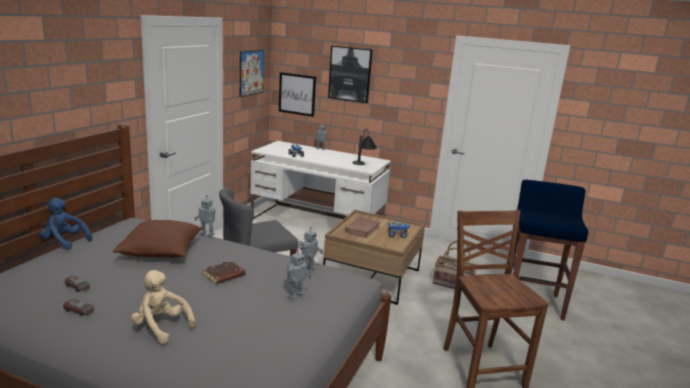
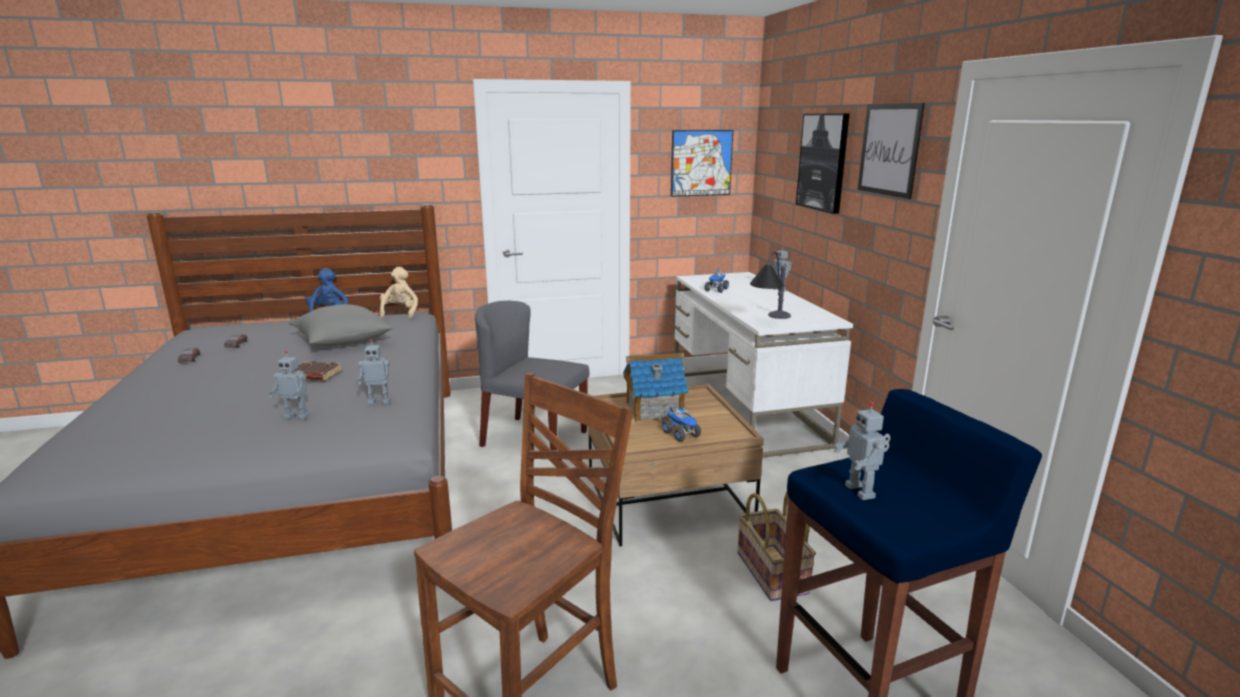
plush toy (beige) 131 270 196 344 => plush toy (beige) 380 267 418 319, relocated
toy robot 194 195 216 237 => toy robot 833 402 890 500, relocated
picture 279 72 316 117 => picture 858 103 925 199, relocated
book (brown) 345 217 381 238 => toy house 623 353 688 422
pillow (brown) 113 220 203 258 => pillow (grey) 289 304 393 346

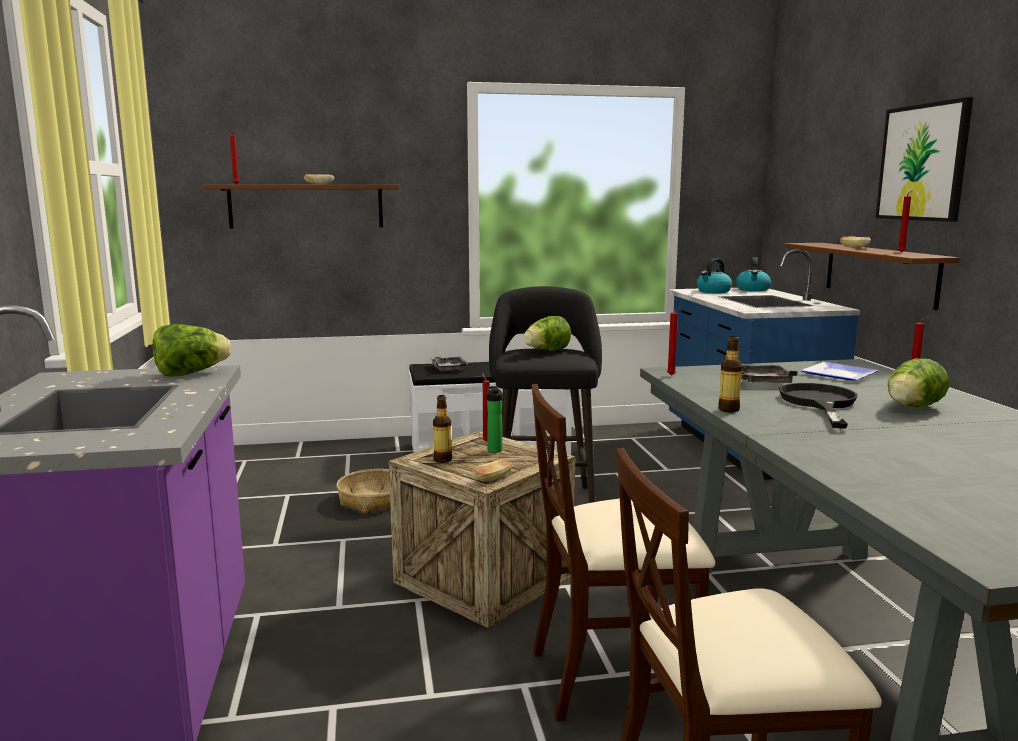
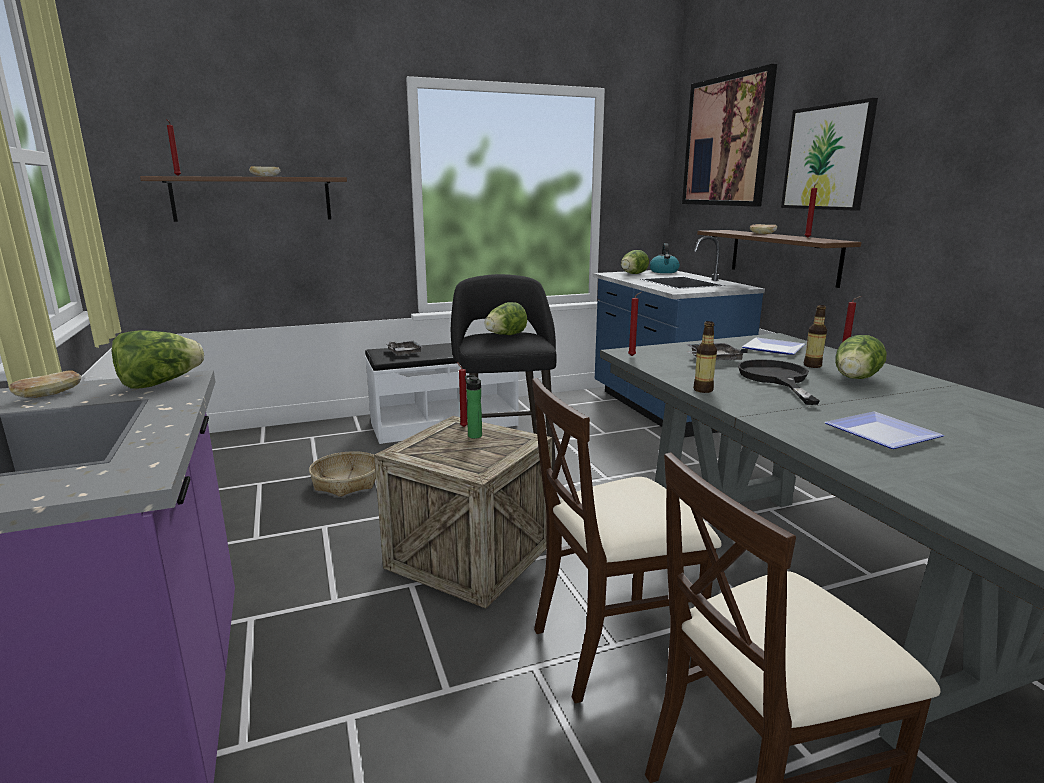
nothing => picture 682 64 777 207
nothing => plate 825 412 944 449
bottle 433 395 452 463 => bottle 804 305 827 368, relocated
bread 472 459 513 482 => bread 9 371 81 398, relocated
kettle 697 258 732 293 => lettuce 621 250 649 274

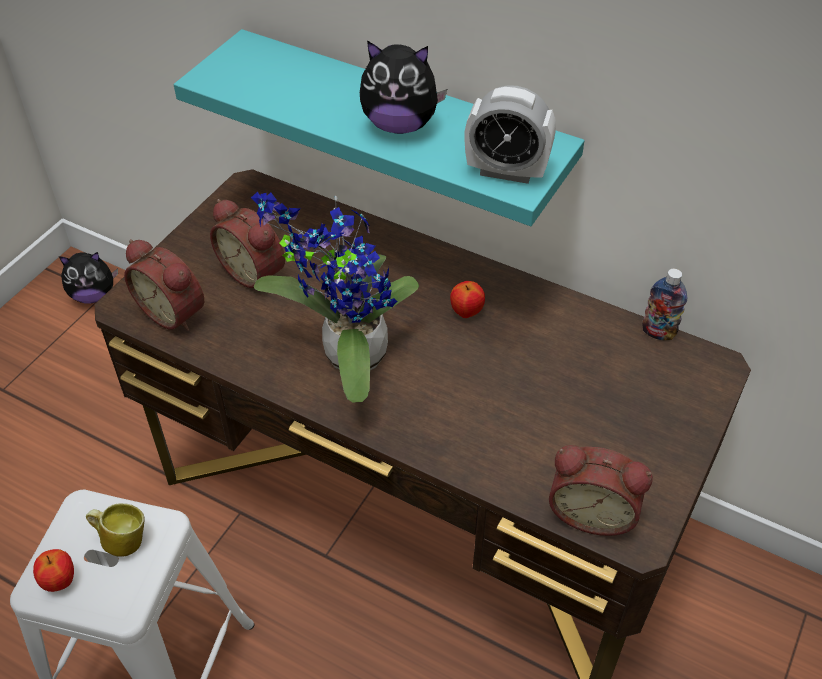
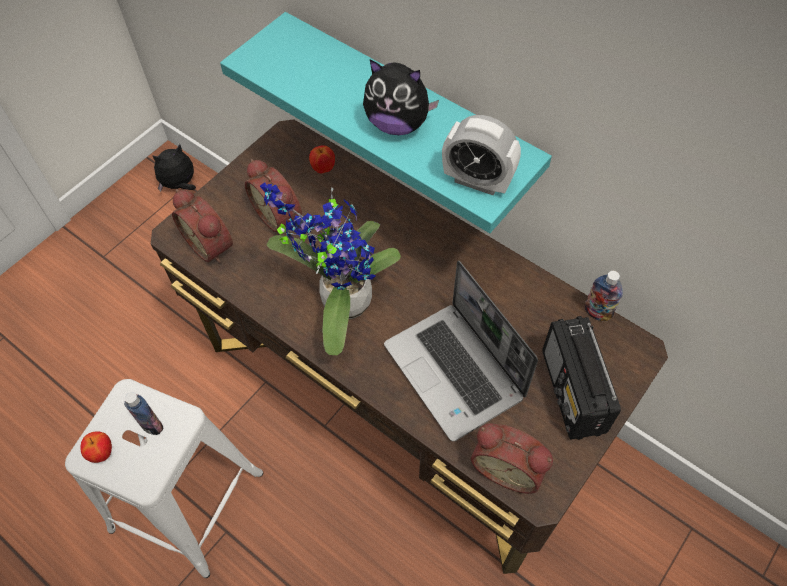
nothing => laptop 384 260 538 441
nothing => radio 542 316 621 440
apple 450 281 485 318 => apple 309 145 335 173, relocated
mug 86 503 145 557 => bottle 124 392 164 435
plush toy 59 252 118 303 => plush toy 152 144 196 192, 150 degrees clockwise

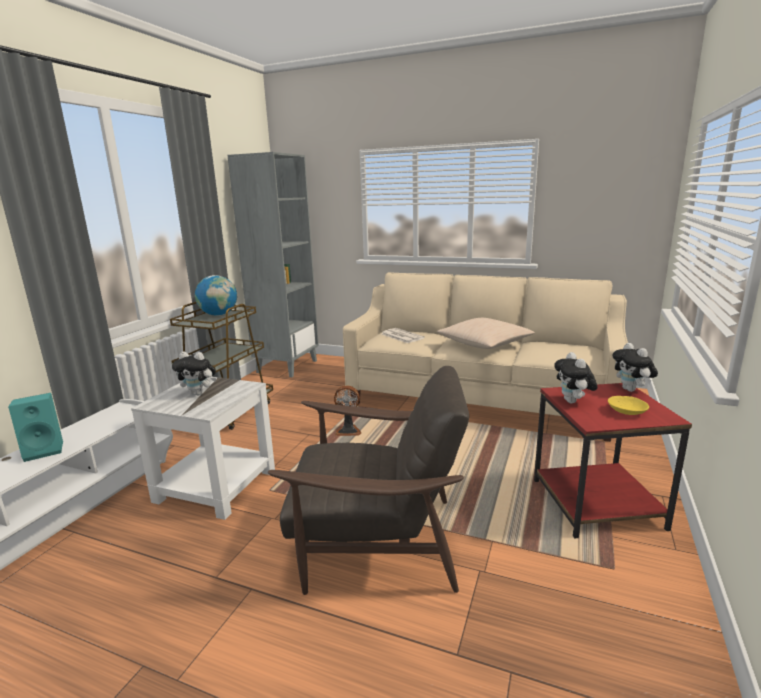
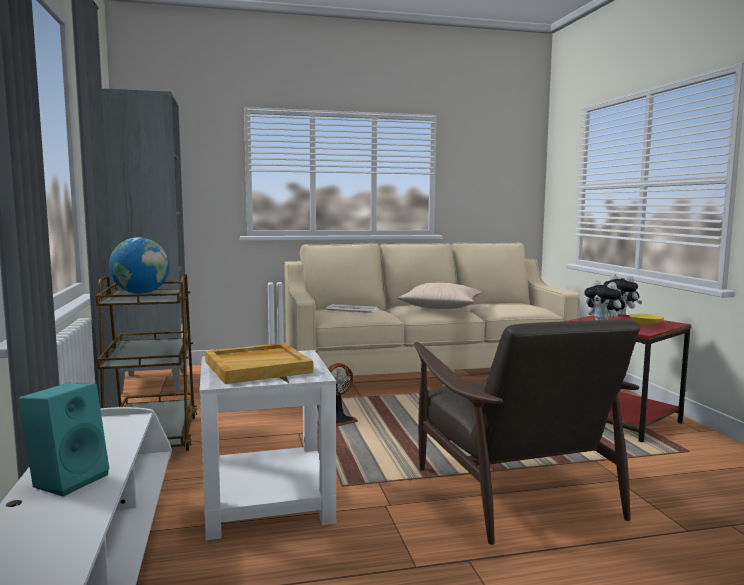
plush toy 172 352 216 395 => tray (beige) 205 343 313 384
armchair (brown) 268 366 469 595 => armchair (brown) 414 319 640 545, 105 degrees clockwise

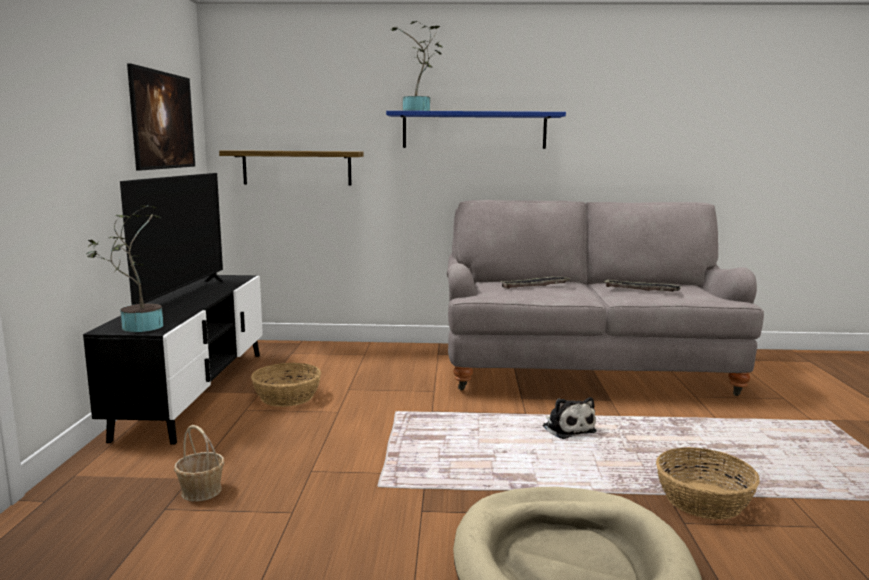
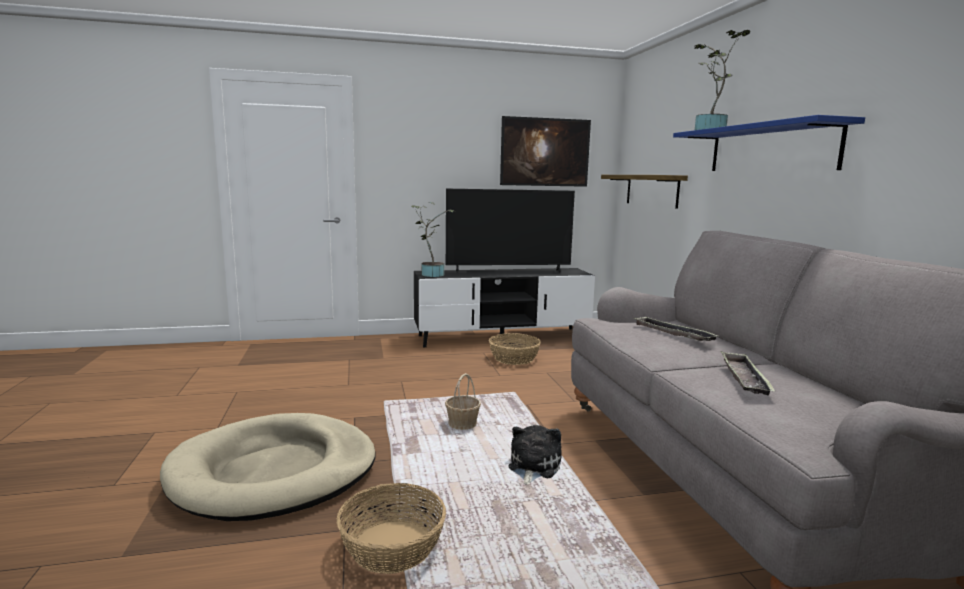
basket 174 425 224 501 => basket 445 373 481 430, relocated
plush toy 543 397 597 439 => plush toy 508 425 562 486, 150 degrees clockwise

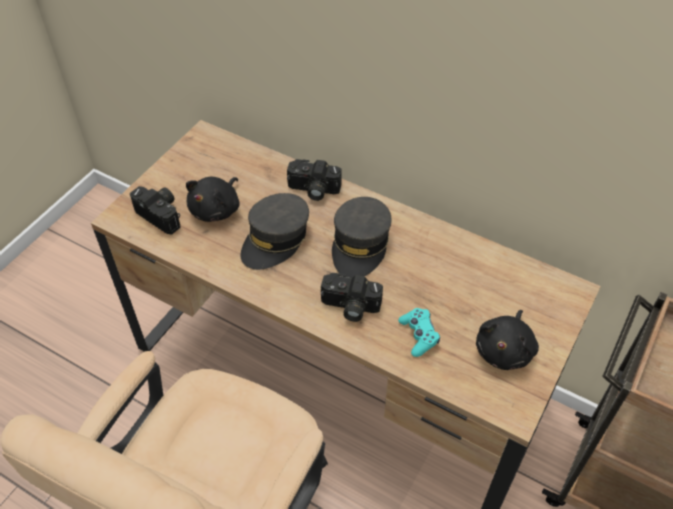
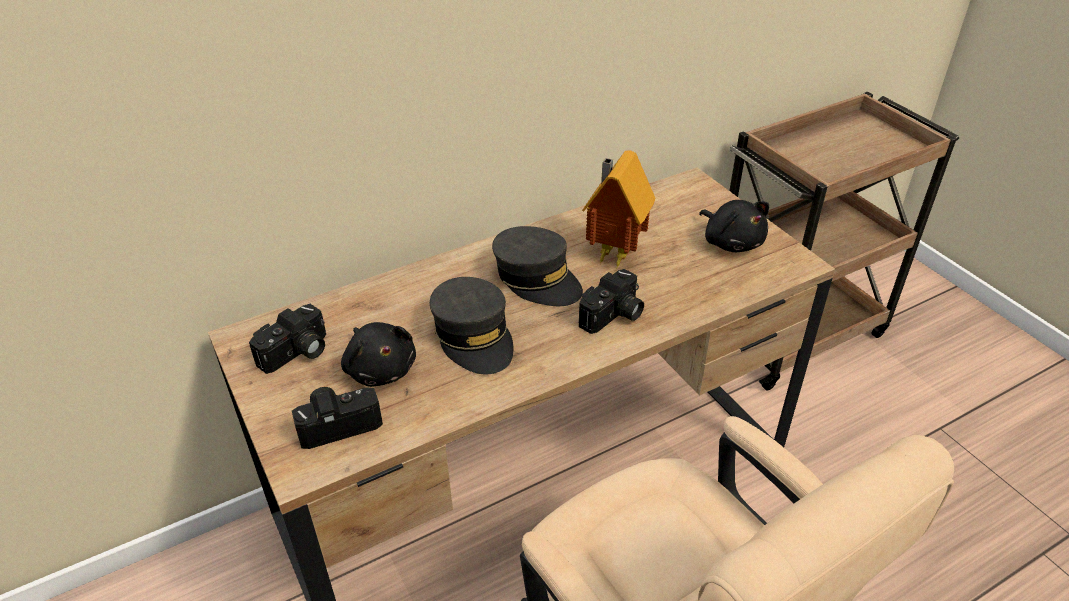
game controller (turquoise) 398 308 440 357 => nothing
nothing => toy house 582 150 655 267
photo camera 287 159 342 201 => photo camera 249 304 326 374, relocated

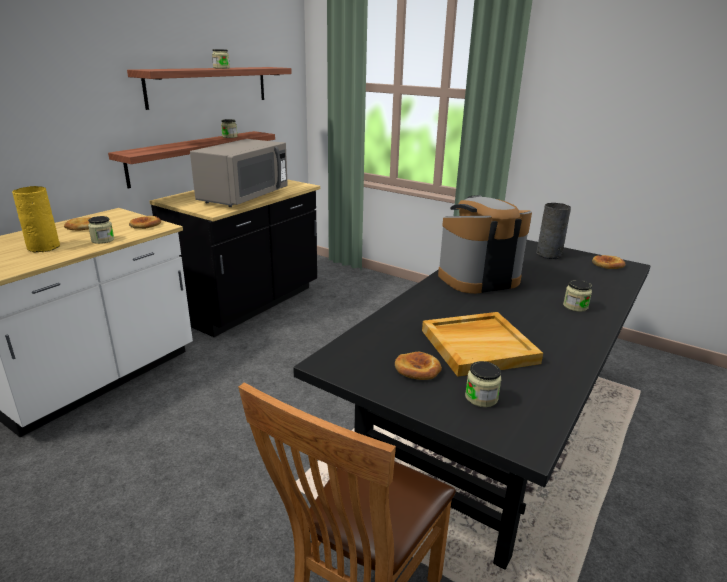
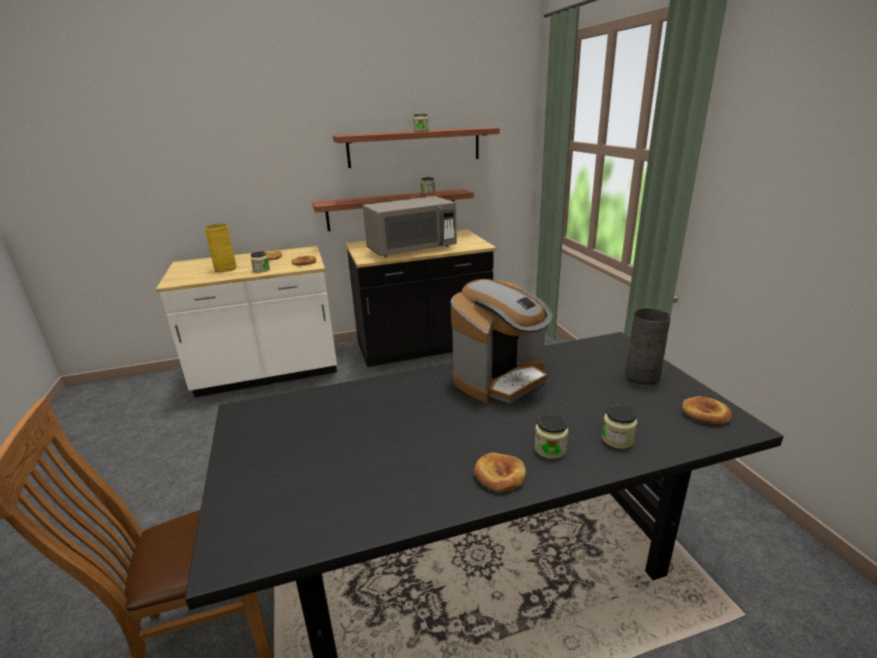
tray (beige) 422 312 543 377 => nothing
bread 395 352 442 380 => bread 474 452 527 492, relocated
jar 465 361 501 407 => jar 602 405 637 449, relocated
coffee machine 438 195 532 294 => coffee machine 451 279 553 403, 120 degrees clockwise

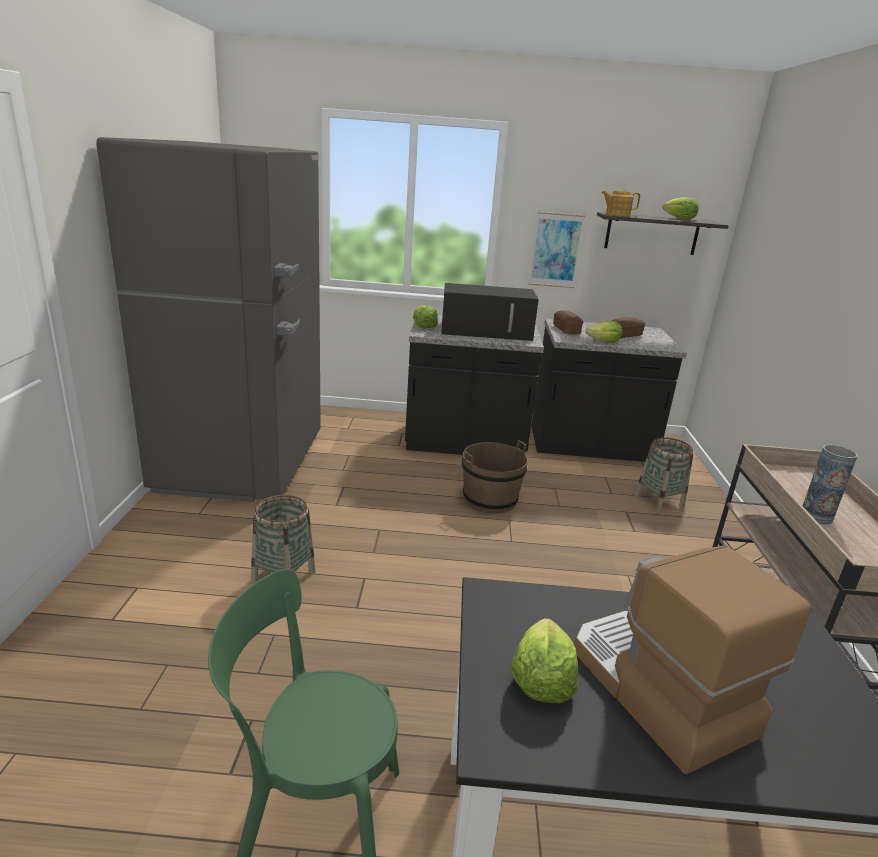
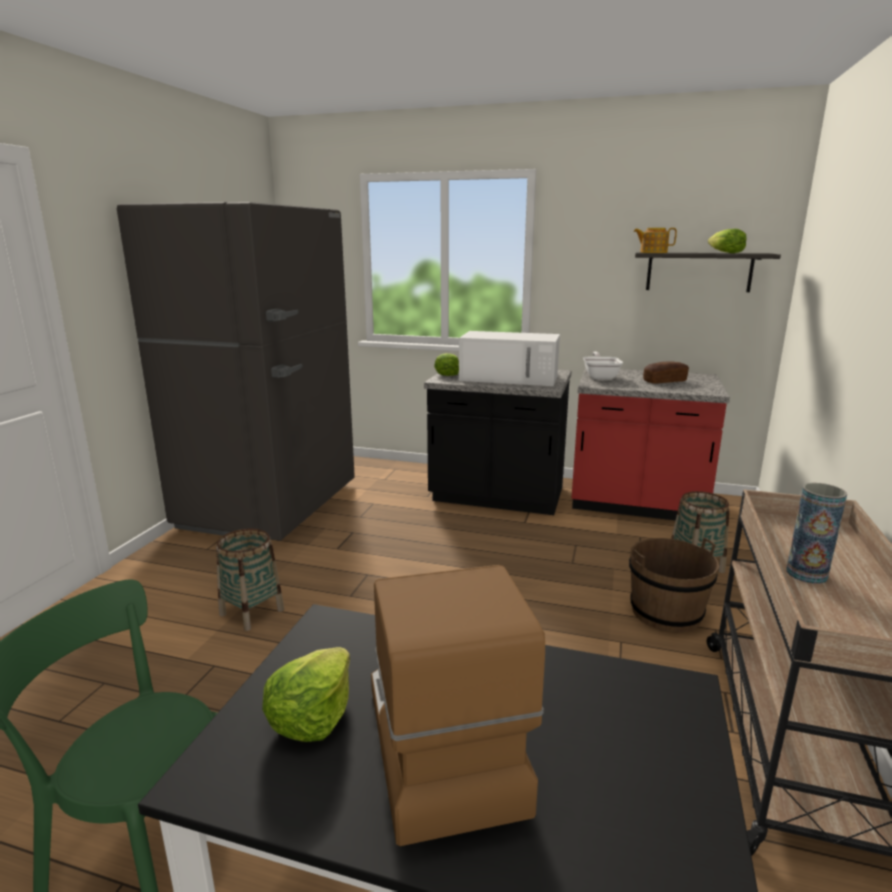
picture 529 212 585 288 => nothing
lettuce 585 321 622 343 => nothing
bucket (brown) 462 440 528 514 => bucket (brown) 629 537 719 632, relocated
bread 553 310 583 334 => frying pan 583 352 623 380
microwave (black) 441 283 539 341 => microwave (white) 459 331 560 386
counter (black) 532 319 687 462 => counter (red) 572 368 730 520

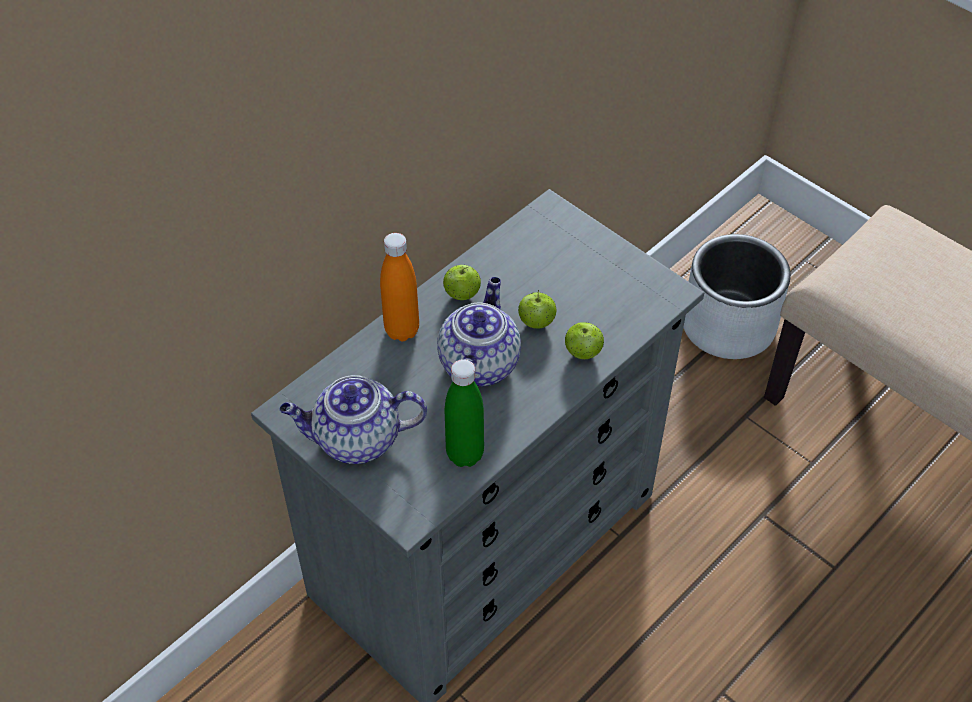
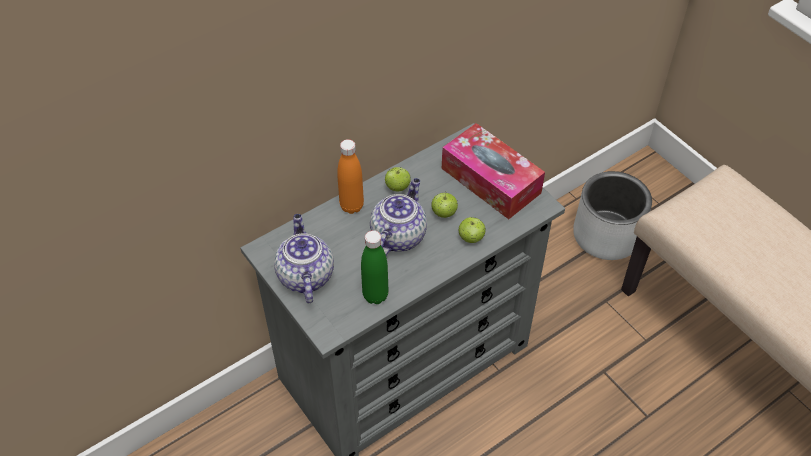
nothing => tissue box 442 123 545 219
teapot 279 375 427 464 => teapot 274 214 334 303, 75 degrees clockwise

